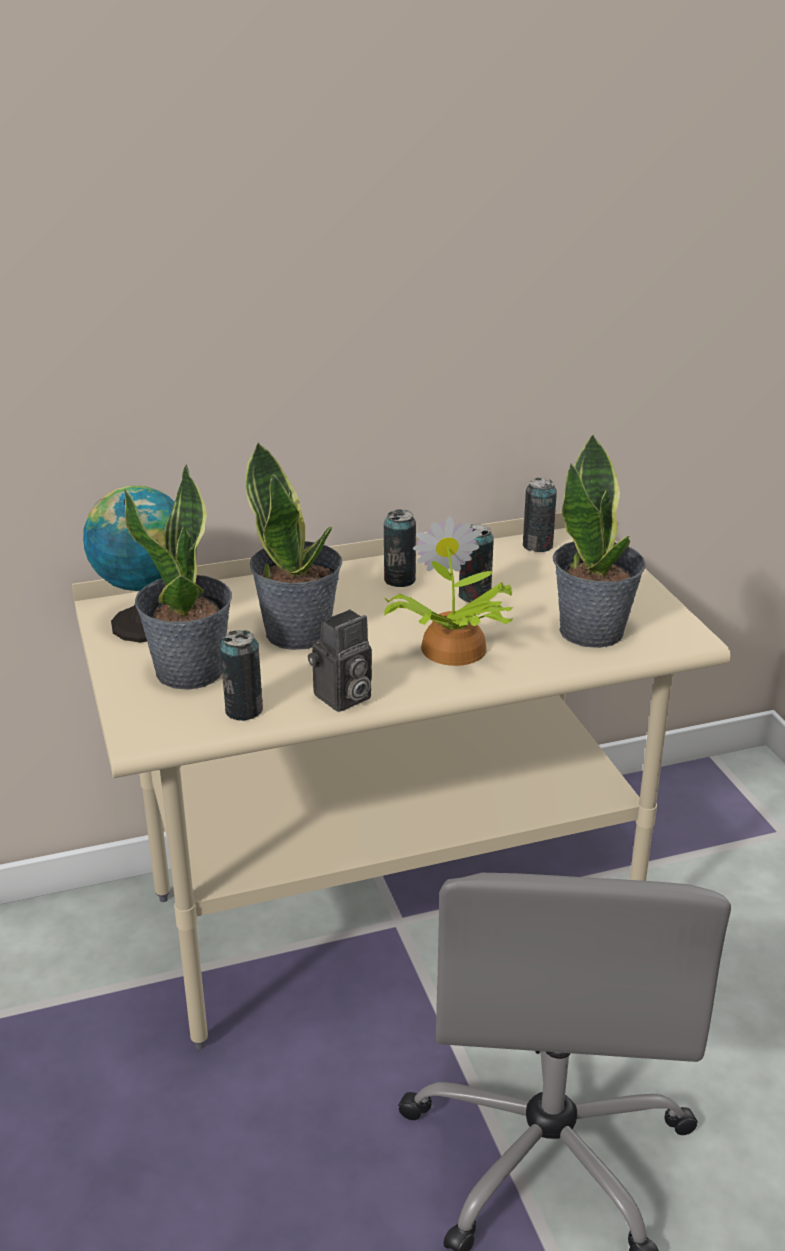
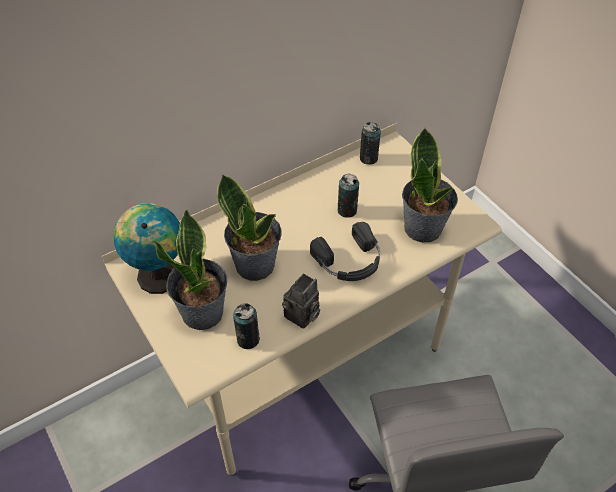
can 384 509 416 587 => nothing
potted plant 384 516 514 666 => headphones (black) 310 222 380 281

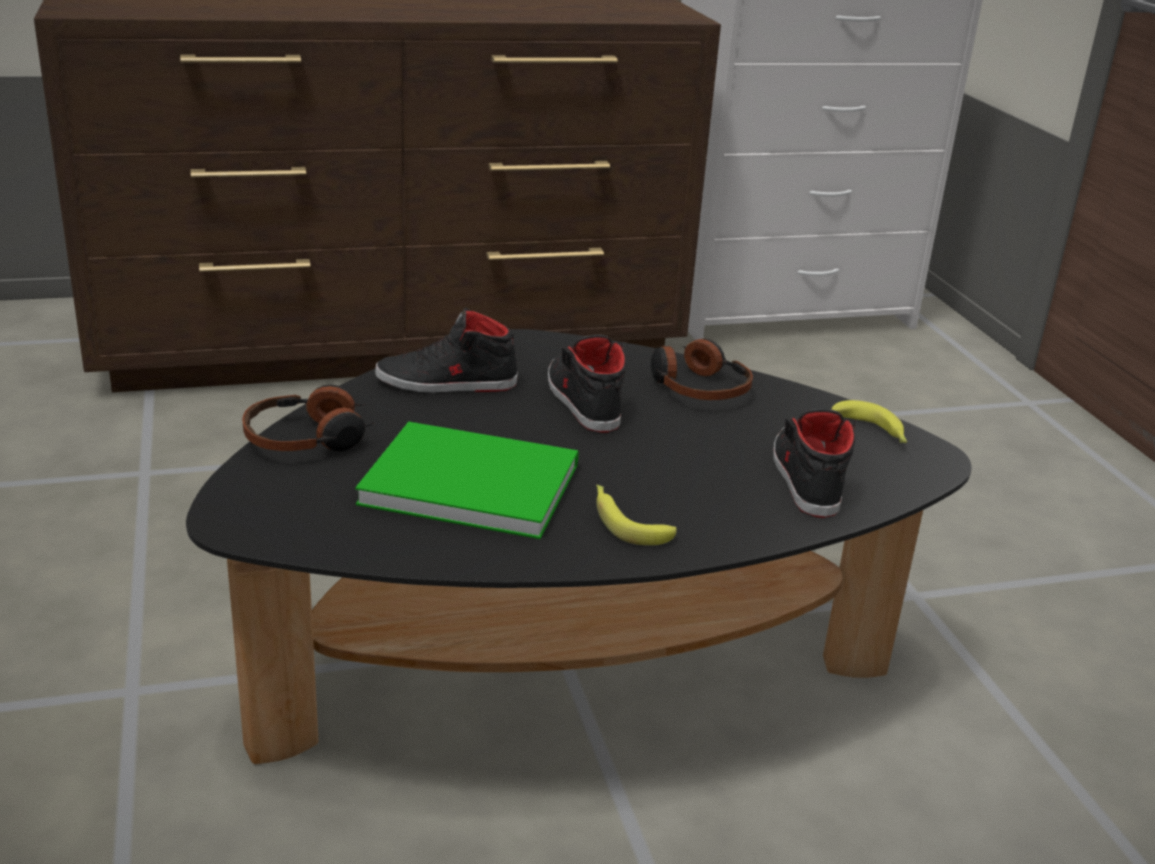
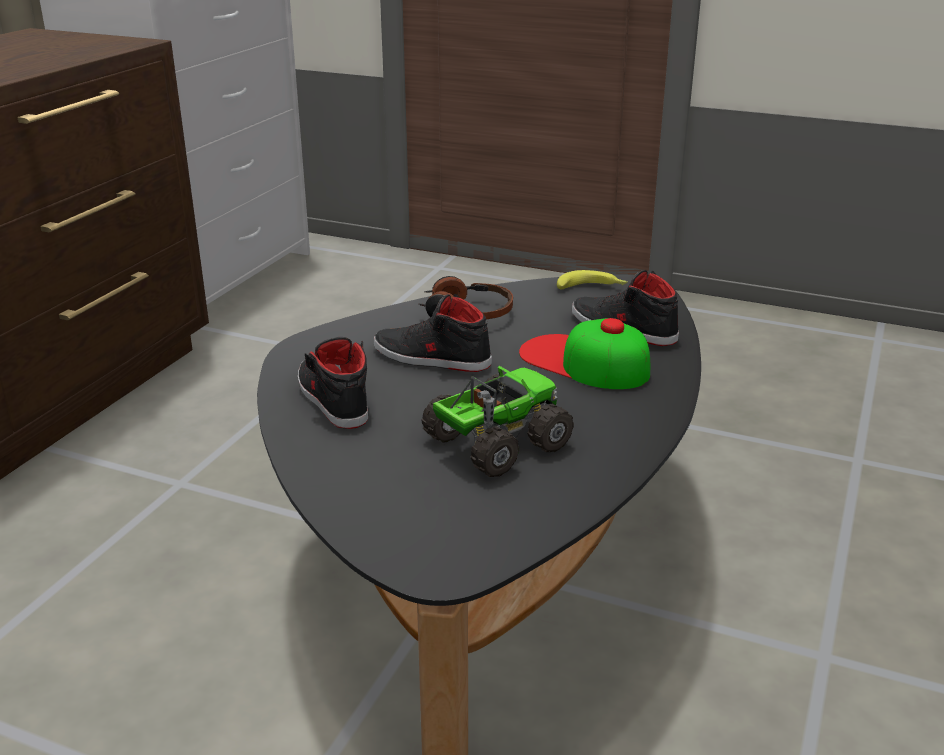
headphones 242 385 374 452 => nothing
banana 596 485 676 545 => nothing
nothing => cap 519 318 650 389
book (green) 355 421 579 539 => toy truck 421 366 574 477
shoe (black) 375 308 518 393 => shoe (black) 298 337 368 429, 120 degrees clockwise

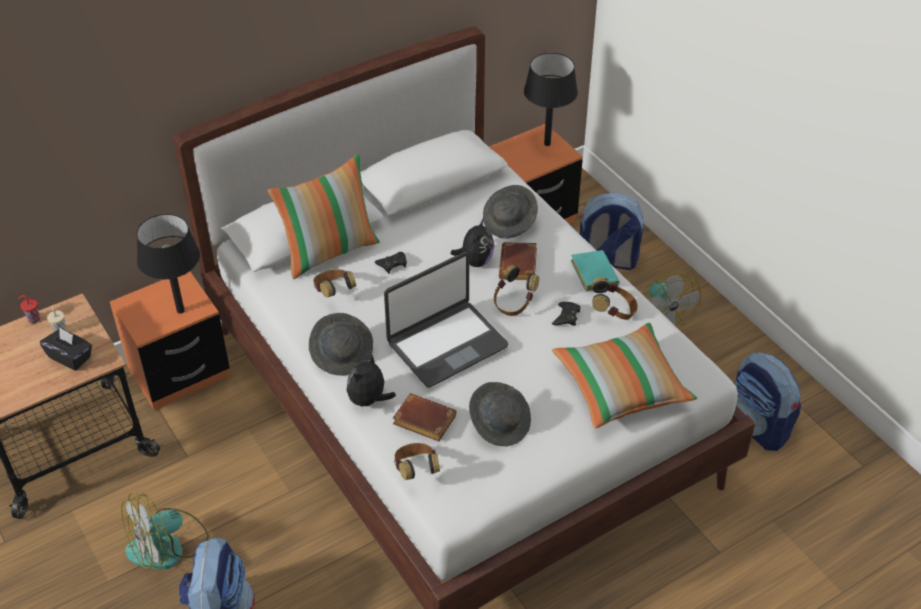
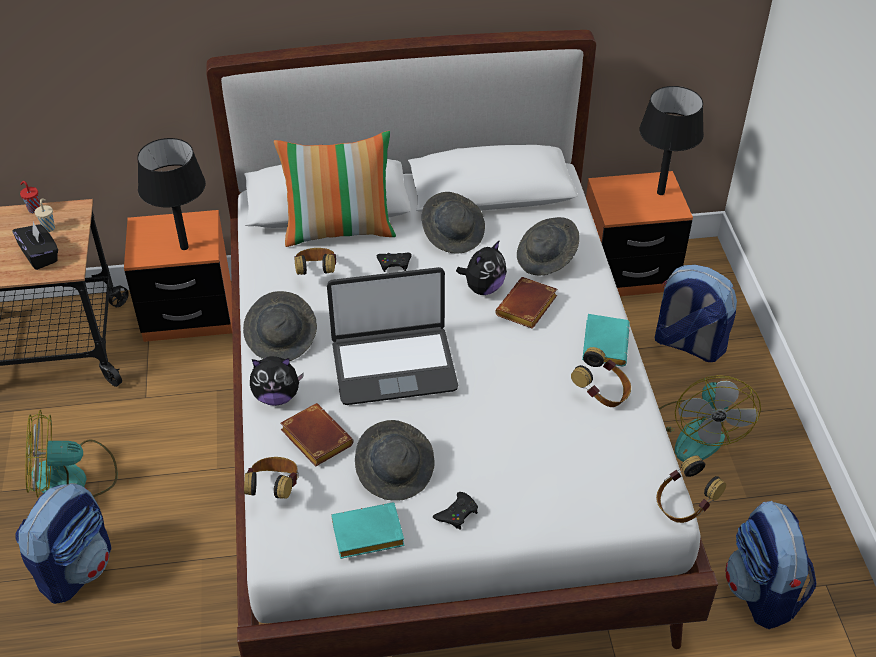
pillow 552 323 697 429 => nothing
nothing => book (turquoise) 331 502 405 559
nothing => hat (grey) 422 192 485 253
headphones 494 265 539 316 => headphones 656 455 726 523, relocated
game controller (black) 552 302 580 326 => game controller (black) 433 492 478 530, relocated
plush toy 346 354 396 406 => plush toy 250 356 304 406, 150 degrees counterclockwise

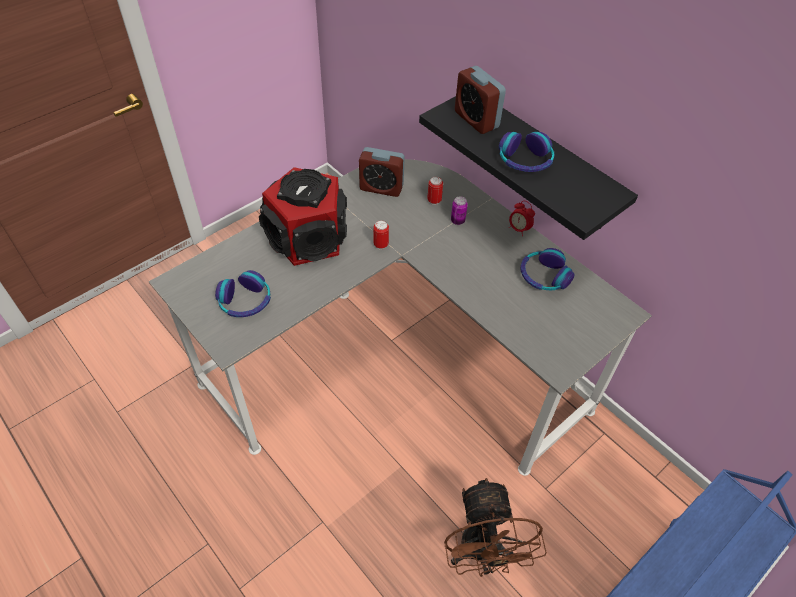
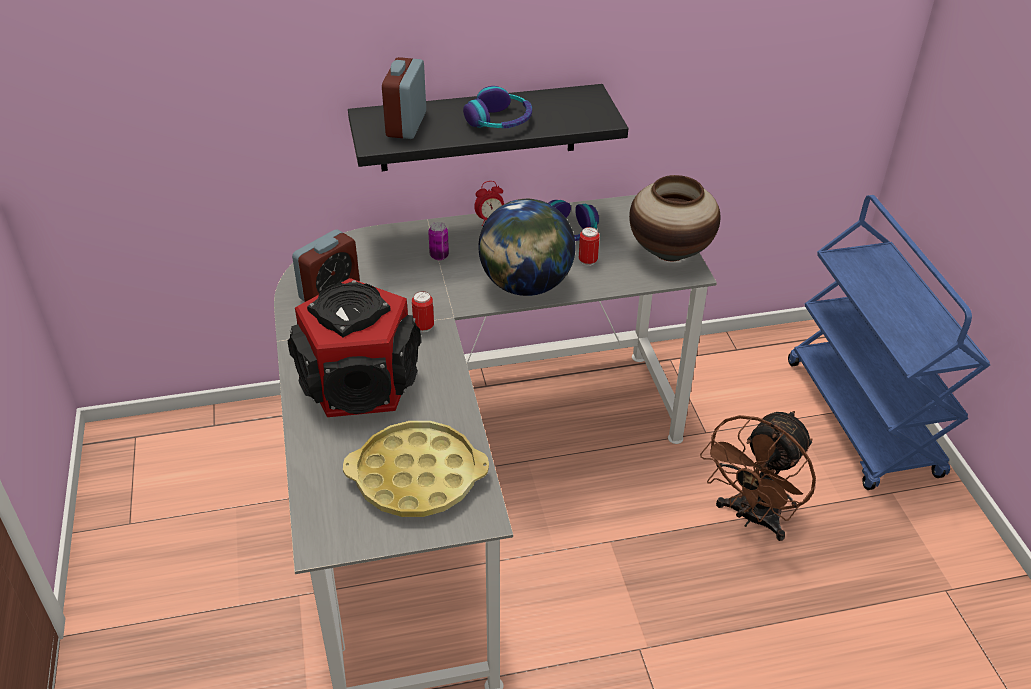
nothing => globe 478 199 575 296
nothing => vase 629 175 720 261
can 427 177 443 205 => can 579 227 600 266, relocated
headphones 215 270 271 317 => tray (yellow) 343 421 489 517
fan (brown) 444 478 547 577 => fan (brown) 700 411 816 541, 105 degrees clockwise
alarm clock 455 66 506 134 => alarm clock 382 57 426 139, 105 degrees clockwise

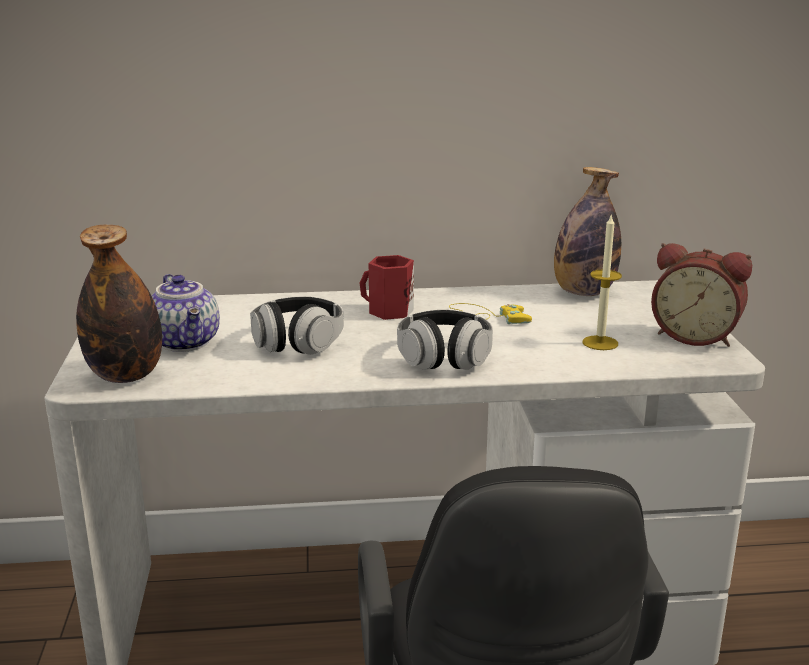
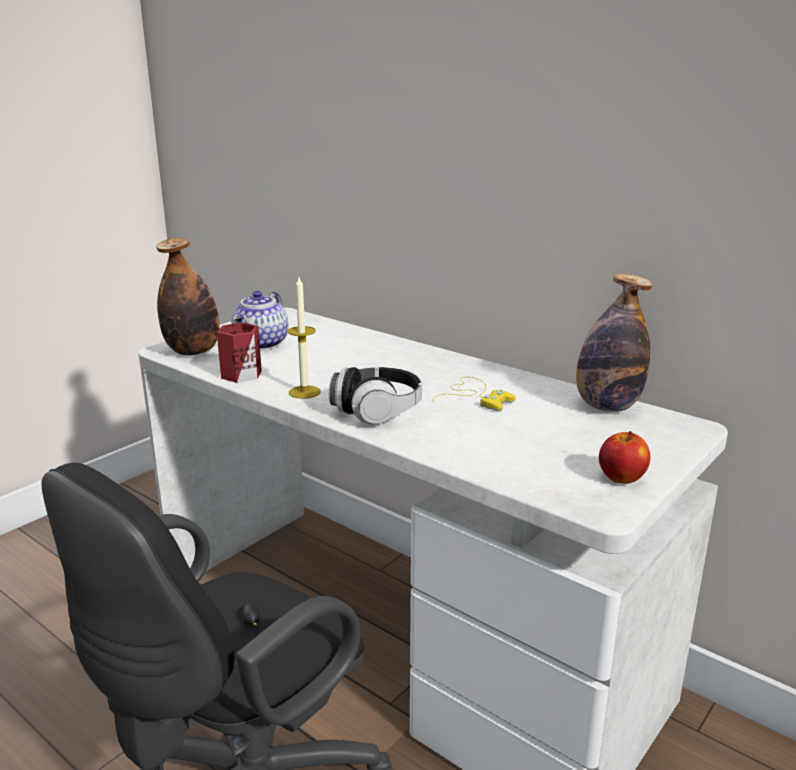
headphones 250 297 344 355 => nothing
mug (red) 360 255 414 320 => mug (red) 217 322 262 383, relocated
candle 583 216 622 350 => candle 288 277 321 399, relocated
alarm clock 651 243 752 347 => apple 599 431 650 484

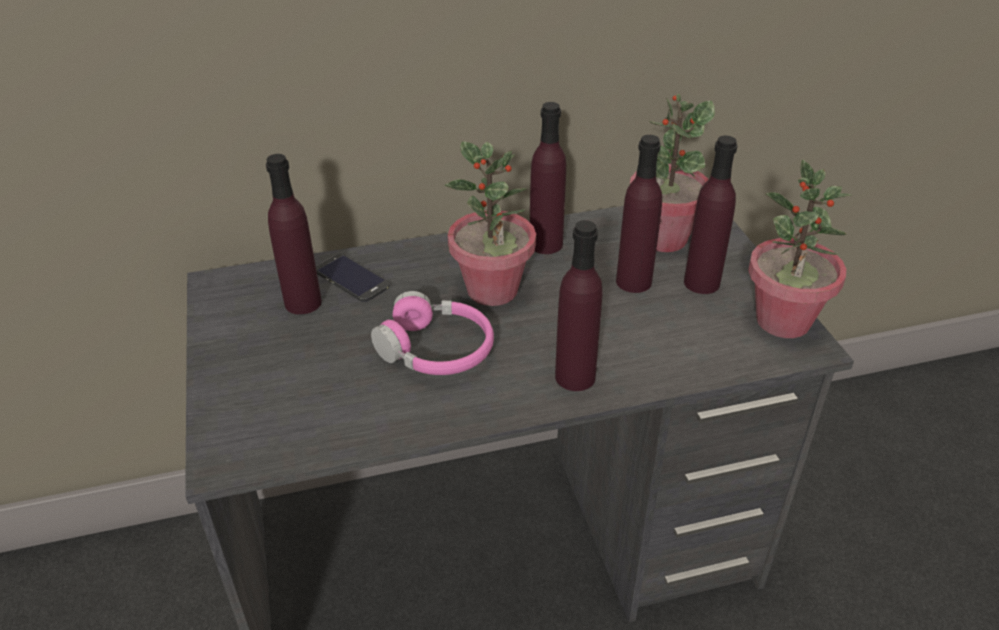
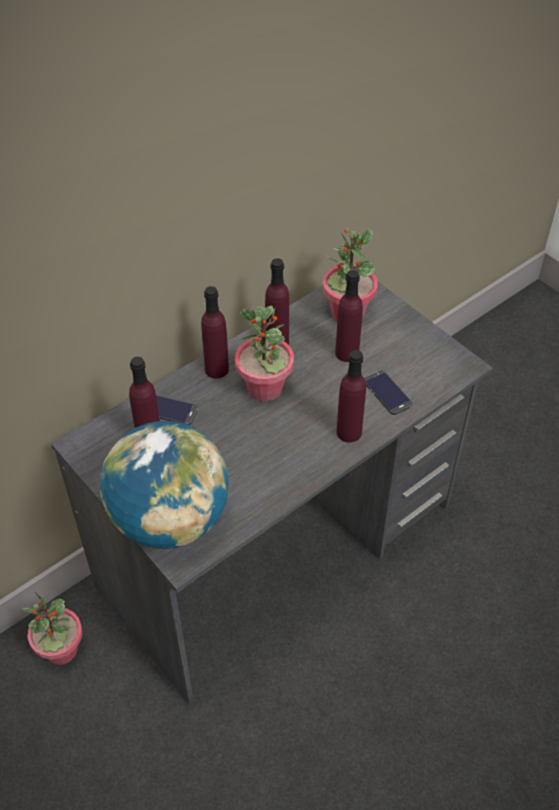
headphones (pink) 371 291 494 375 => nothing
nothing => globe 100 421 229 549
nothing => phone 364 370 412 415
bottle (purple) 684 136 737 294 => bottle (purple) 201 286 229 379, relocated
potted plant 748 160 851 338 => potted plant 21 590 82 665, relocated

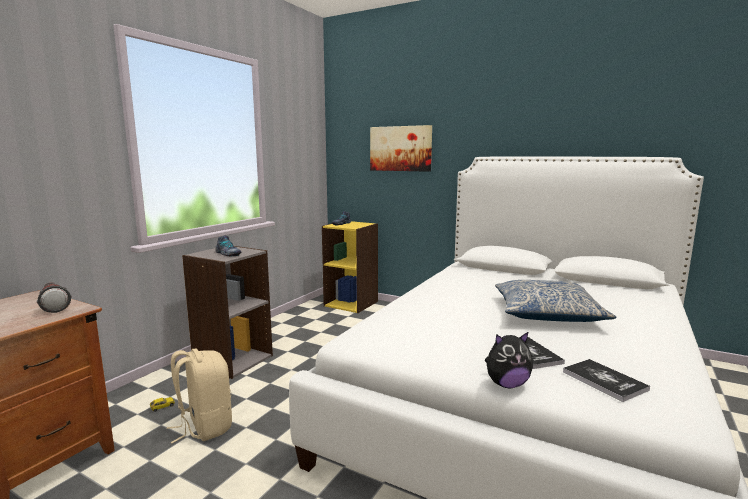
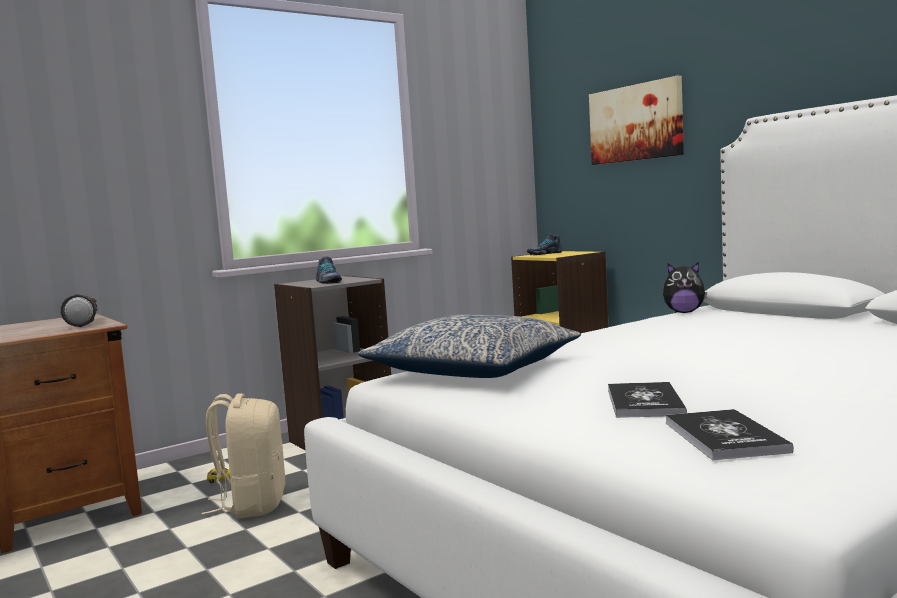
plush toy 485 331 533 388 => plush toy 663 262 707 313, relocated
pillow 495 280 616 322 => pillow 358 315 581 378, relocated

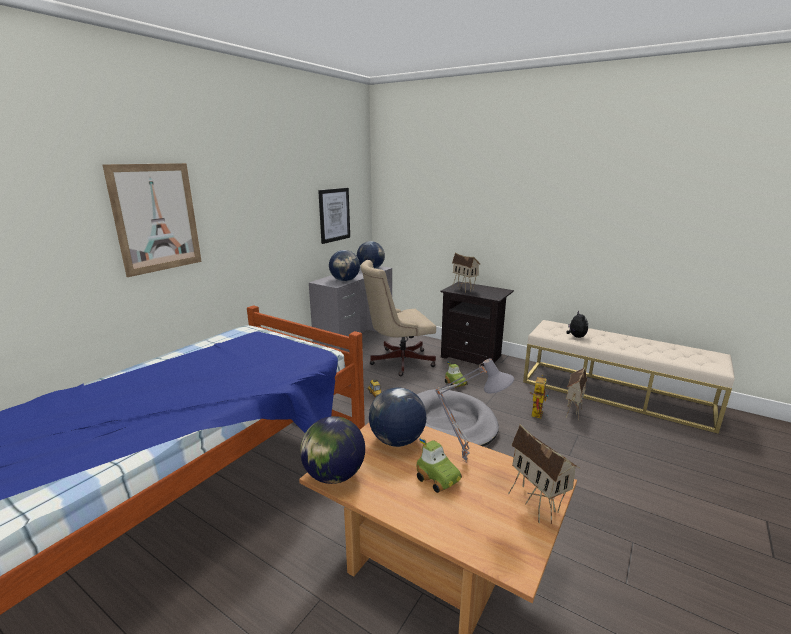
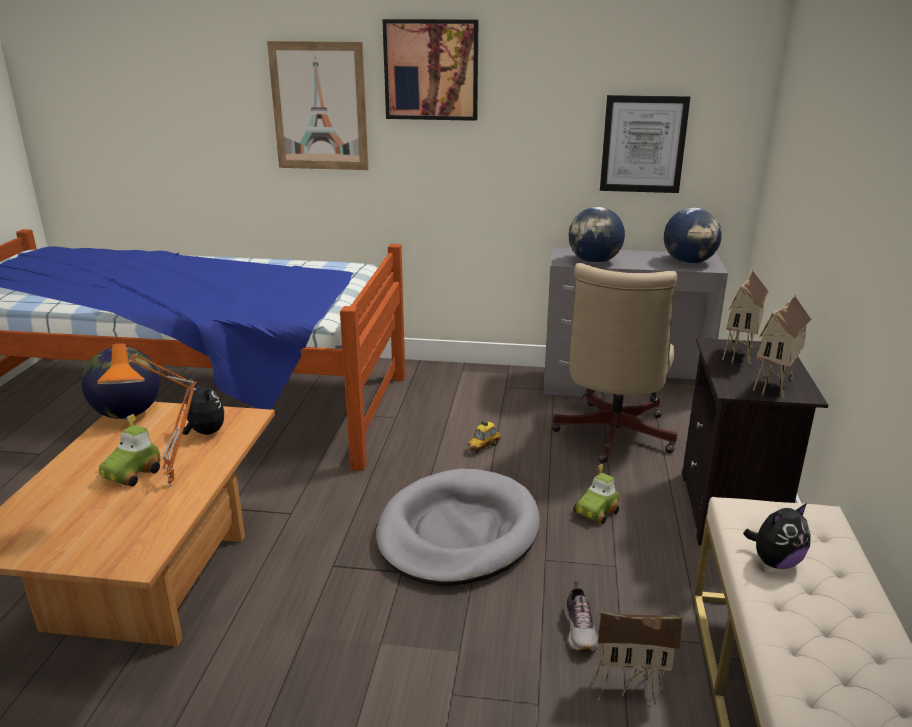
nothing => picture 382 19 478 121
toy house 508 424 580 524 => toy house 753 295 812 398, relocated
globe 369 388 426 447 => plush toy 182 378 224 435
toy robot 529 375 549 418 => shoe 565 581 599 652
table lamp (grey) 435 358 514 463 => table lamp (orange) 97 344 197 487
office chair (beige) 360 260 436 376 => office chair (beige) 551 263 677 463, 120 degrees counterclockwise

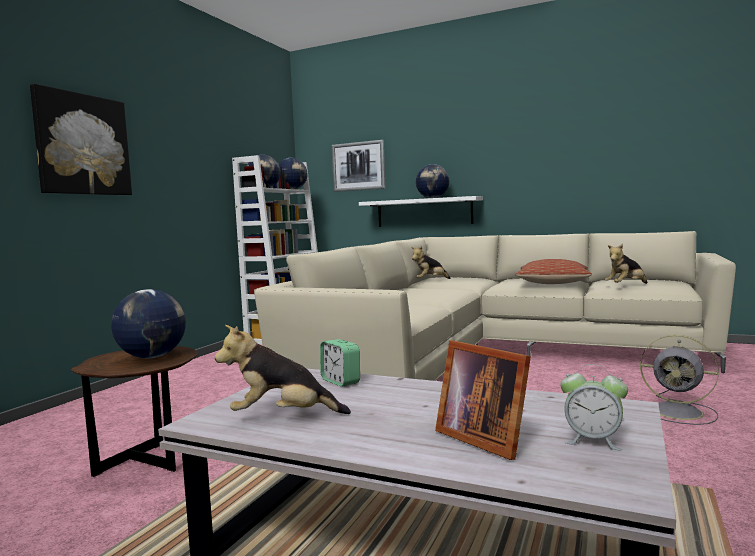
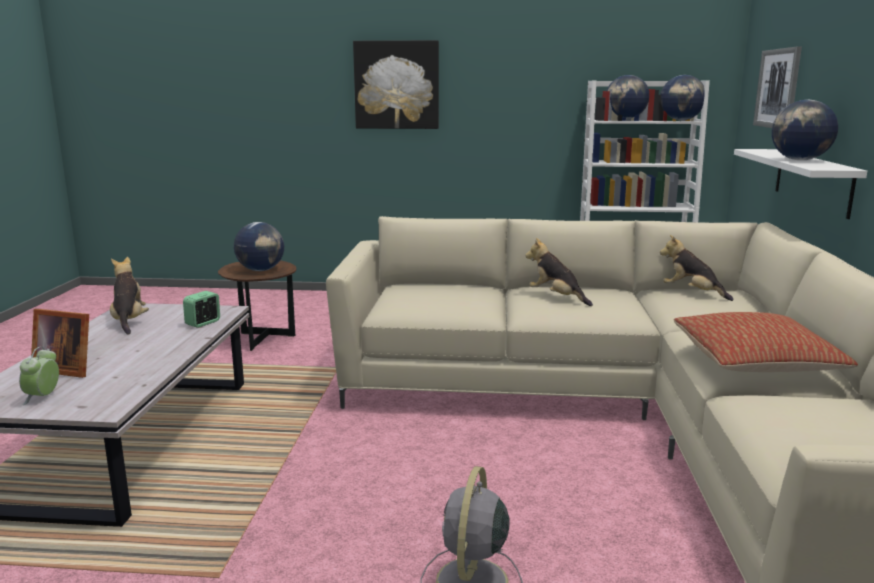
plush toy 605 244 647 284 => plush toy 525 238 593 306, relocated
picture frame 435 340 531 460 => picture frame 31 309 89 378, 105 degrees counterclockwise

